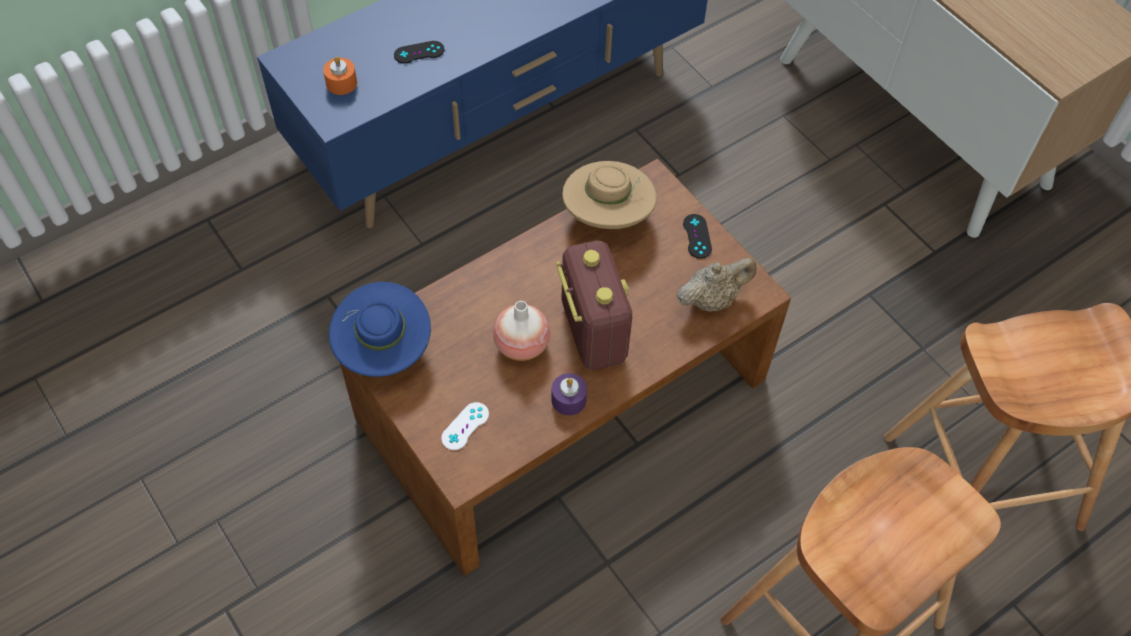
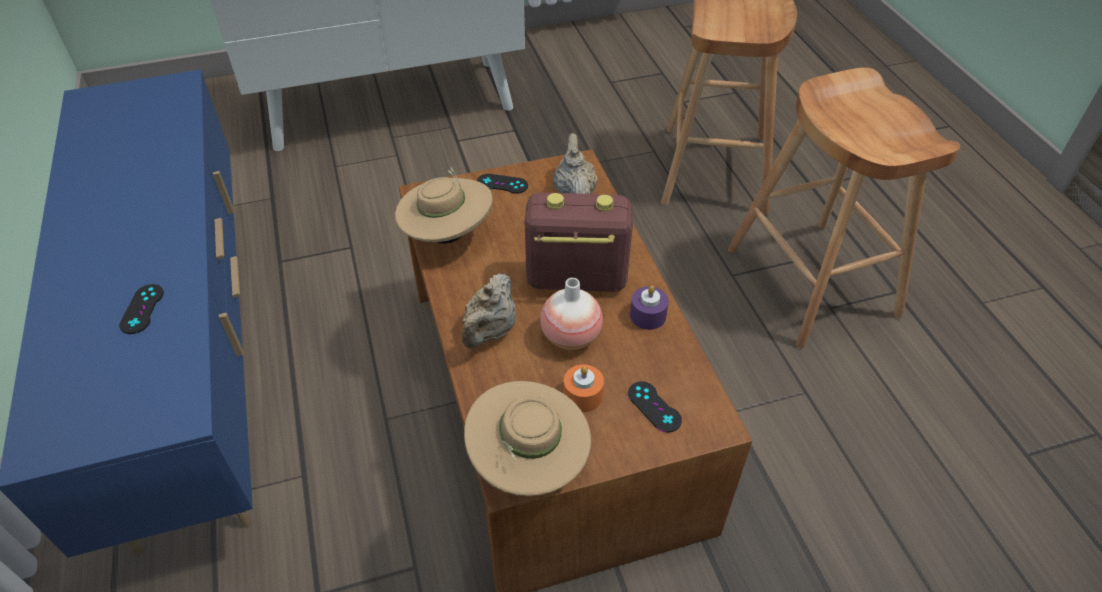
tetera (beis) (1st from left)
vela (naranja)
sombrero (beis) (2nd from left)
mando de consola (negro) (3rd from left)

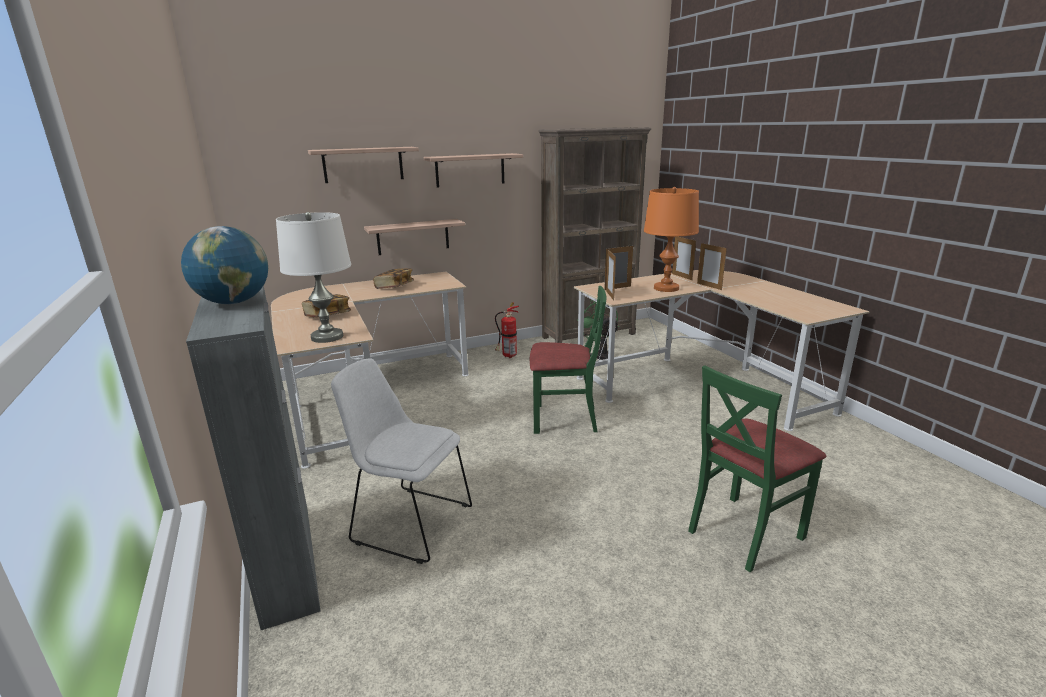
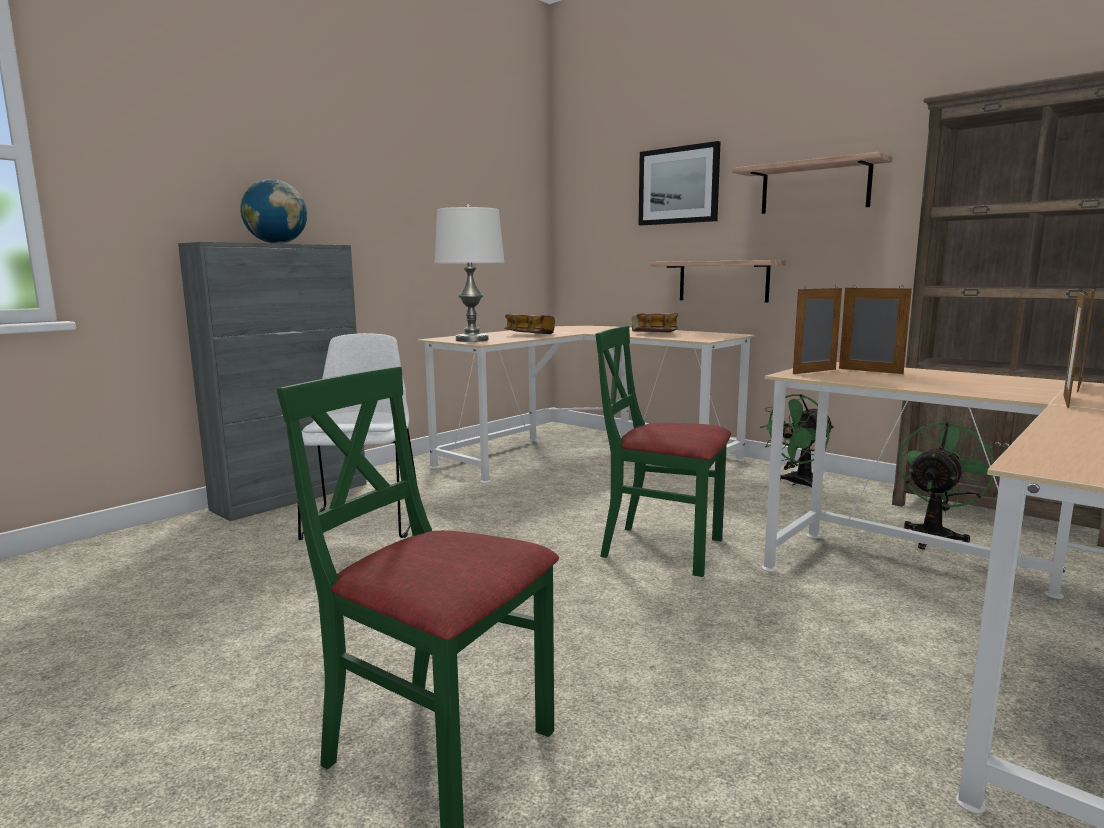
lámpara de mesa (naranja)
cuadro
ventilador (verde) (1st from left)
silla (verde) (2nd from left)

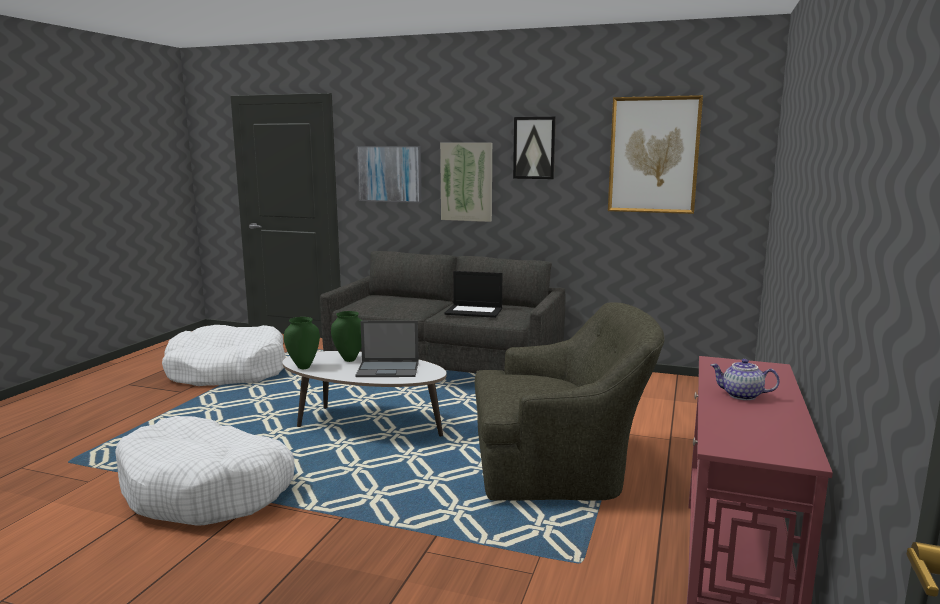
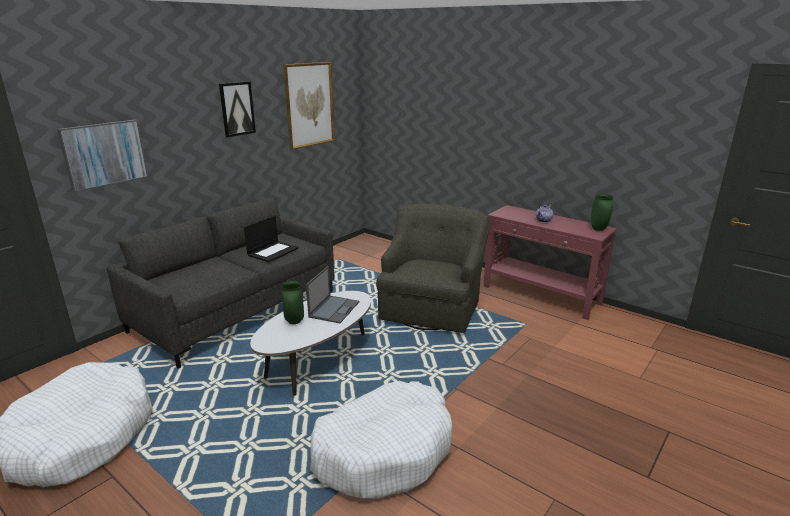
cuadro (2nd from left in the first image)
florero (verde) (2nd from left)

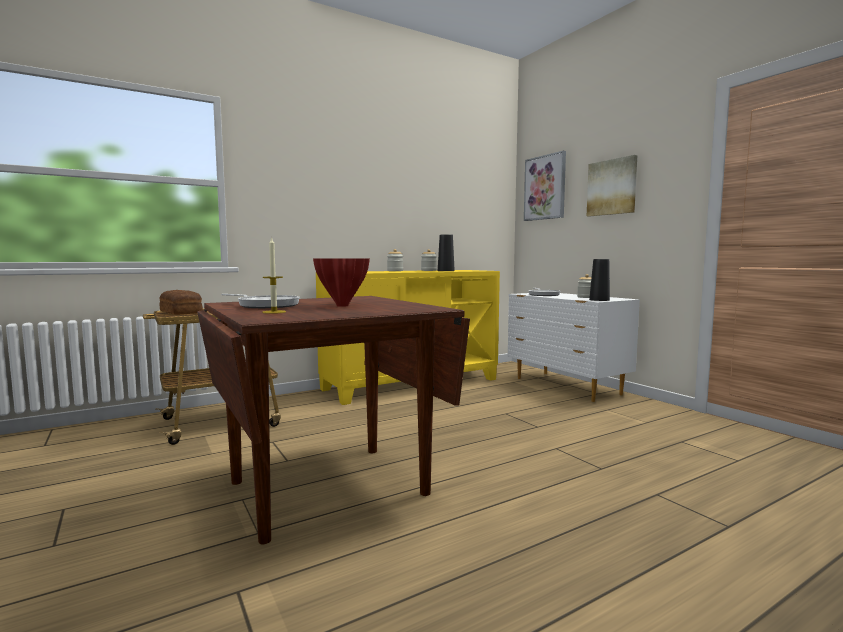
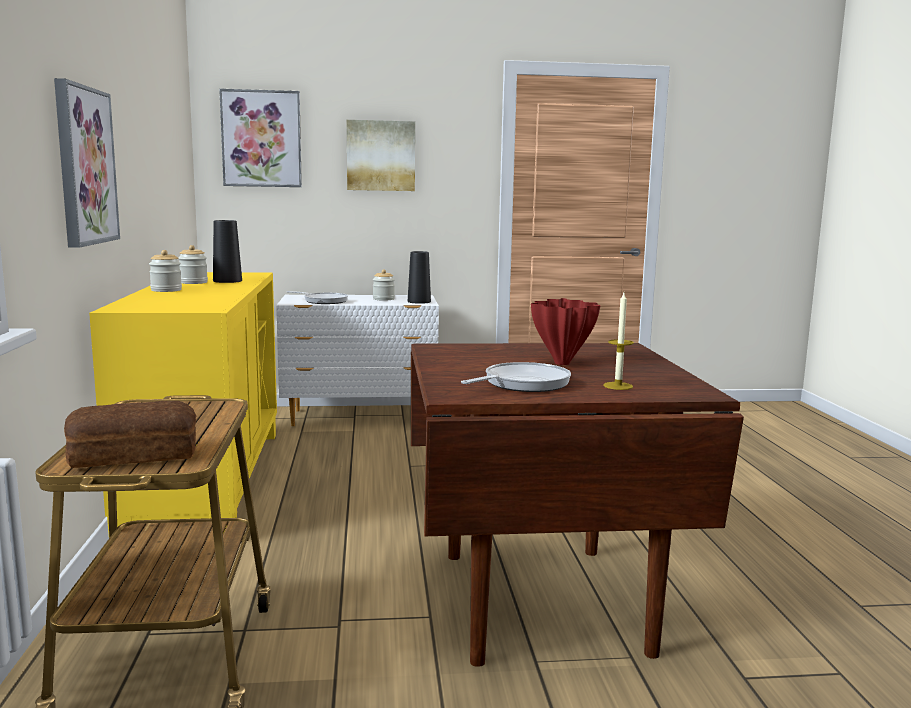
cuadro (1st from left)

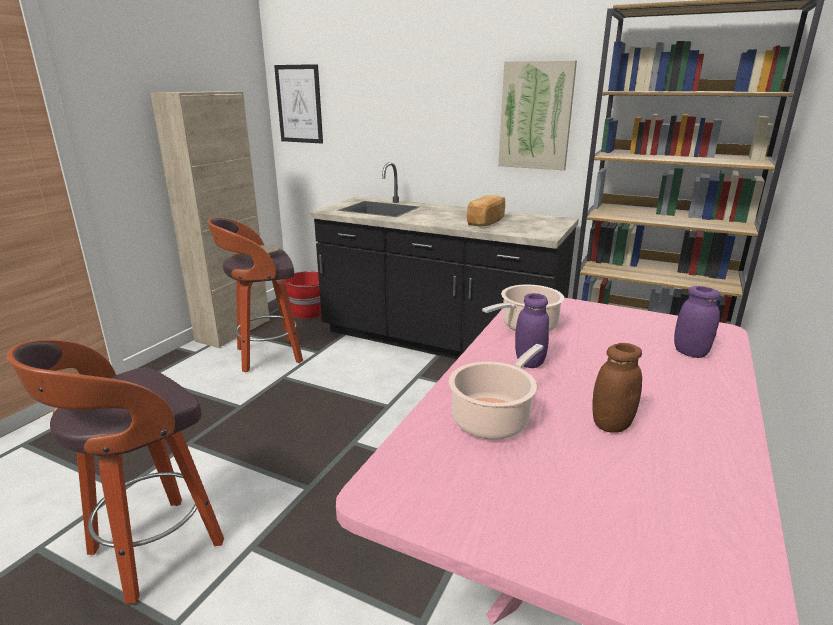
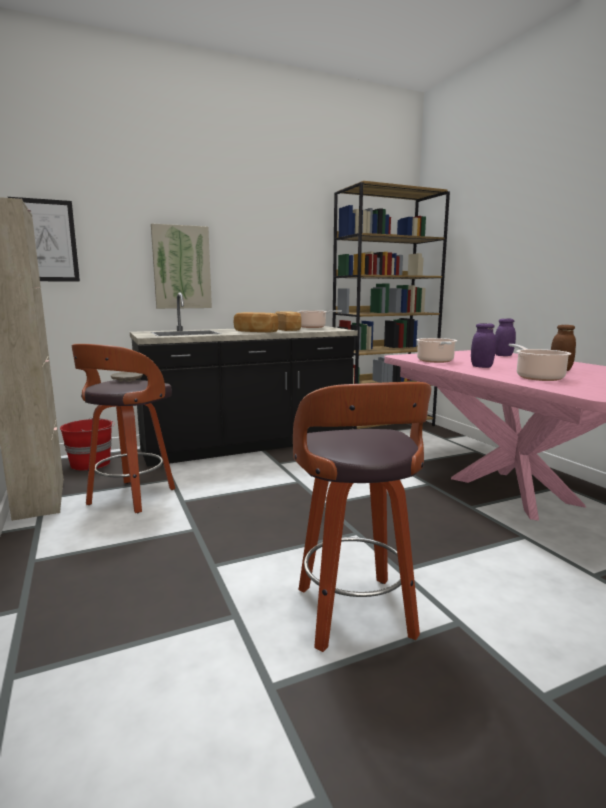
pan (1st from left)
olla (1st from left)
cuadro (2nd from left)

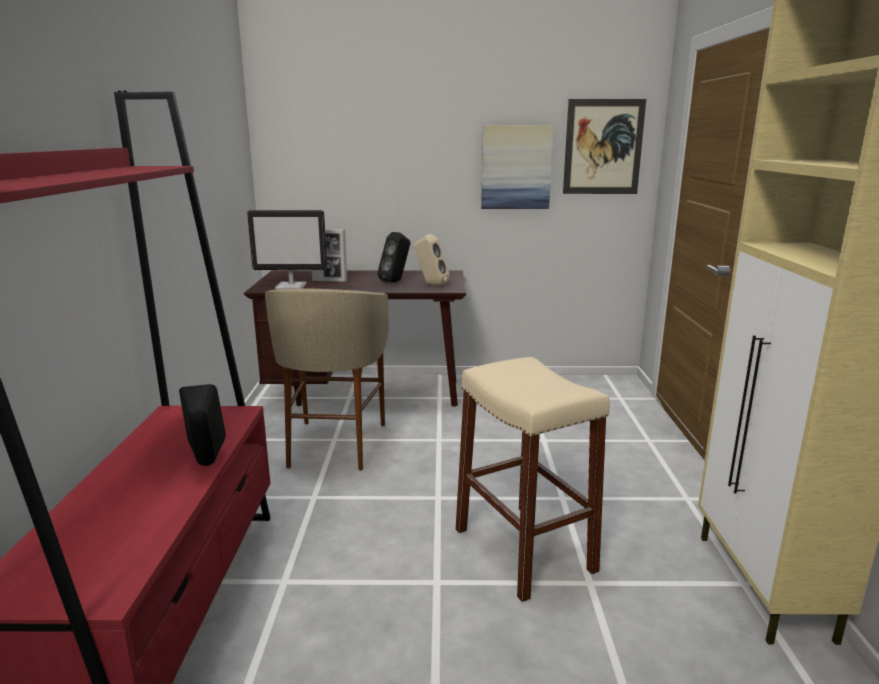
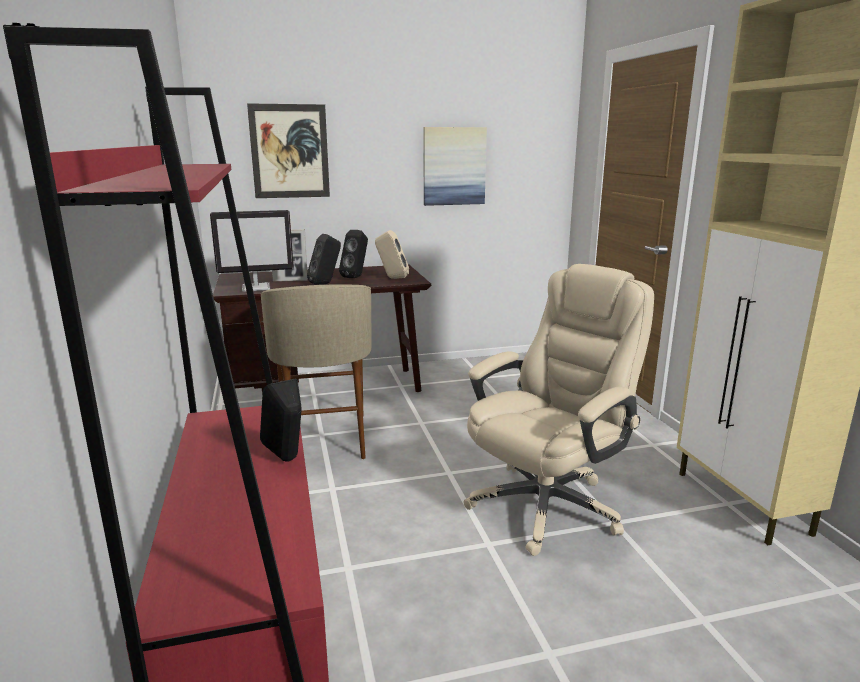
altavoz (negro) (2nd from left)
cuadro (1st from left)
silla de oficina (beis)

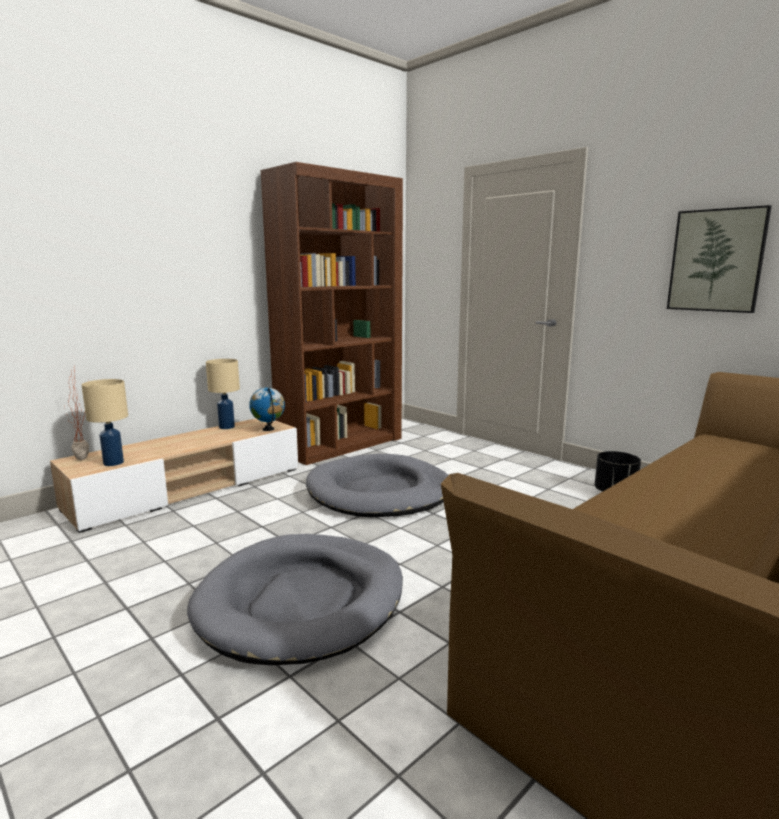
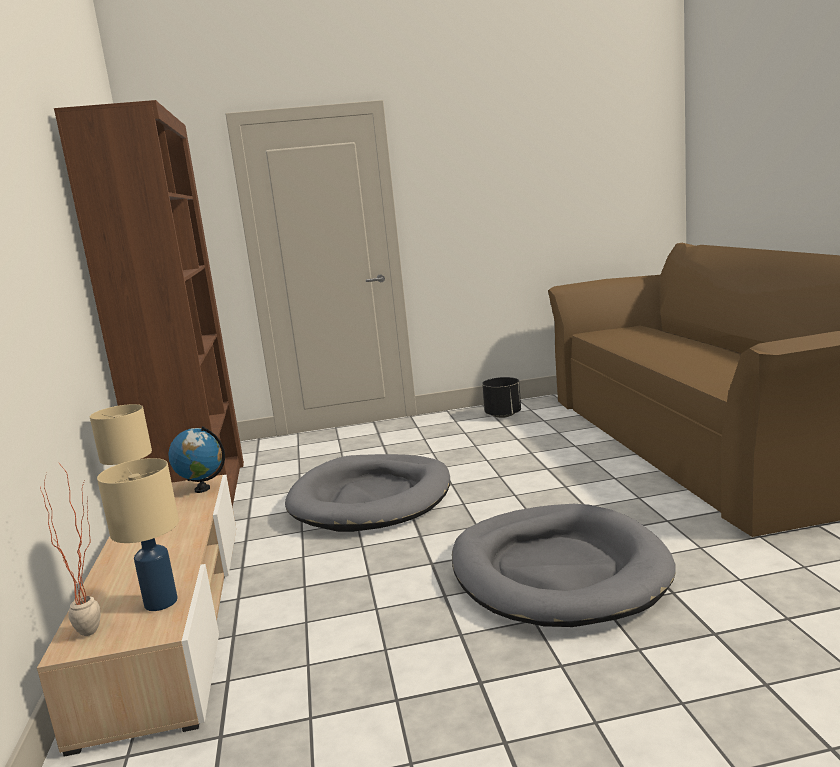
cuadro

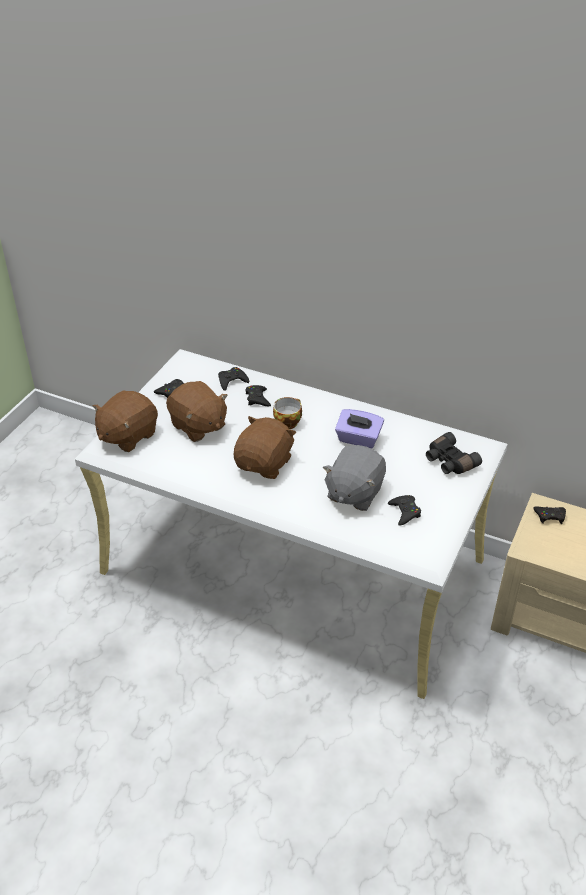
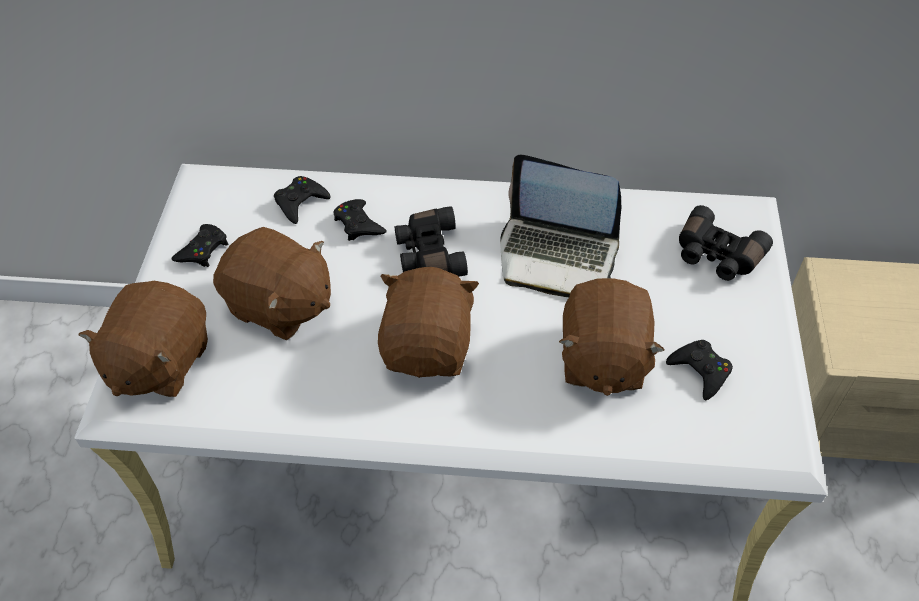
mando de consola (negro) (5th from left in the first image)
prismáticos (negro) (1st from left)
portátil
peluche (marrón) (4th from left)

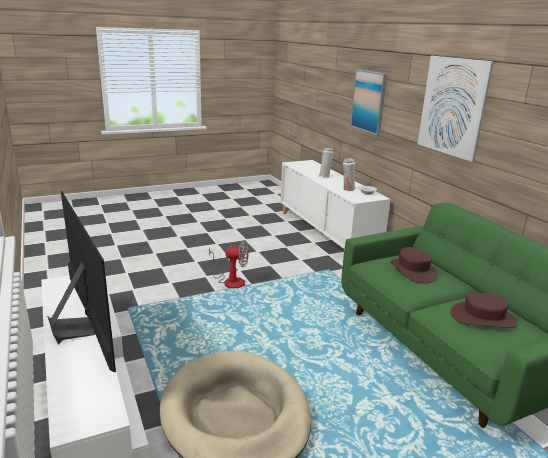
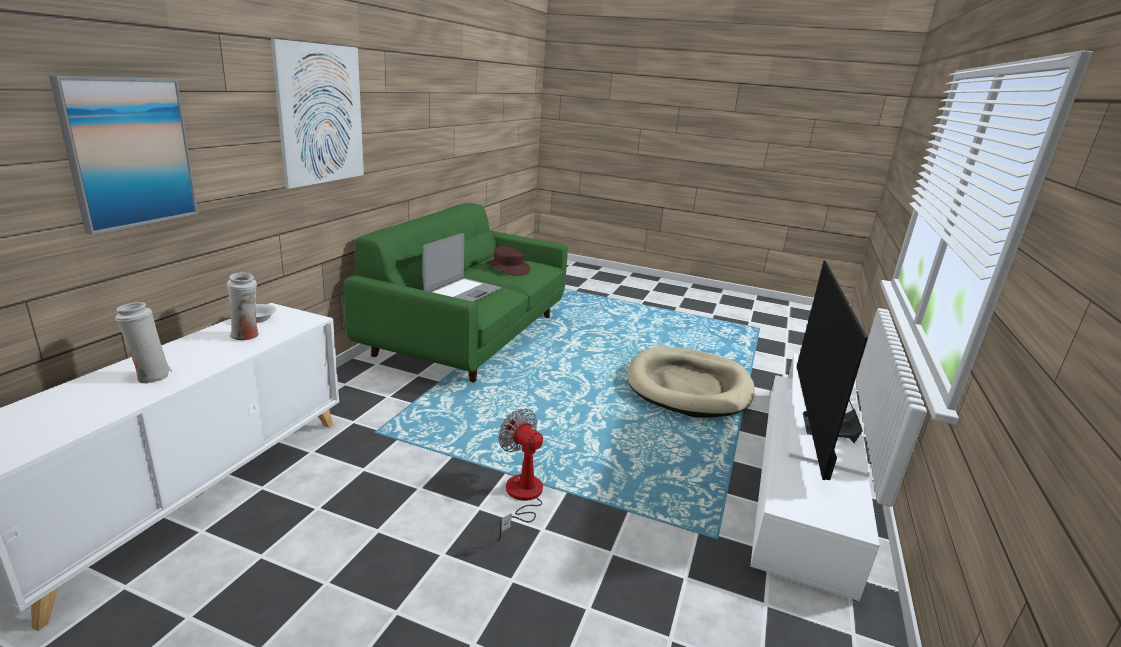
portátil

